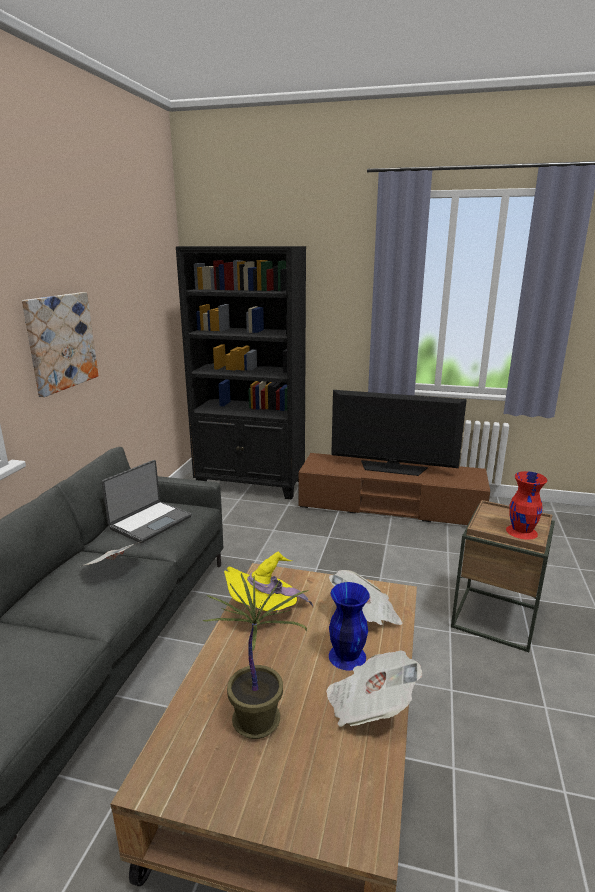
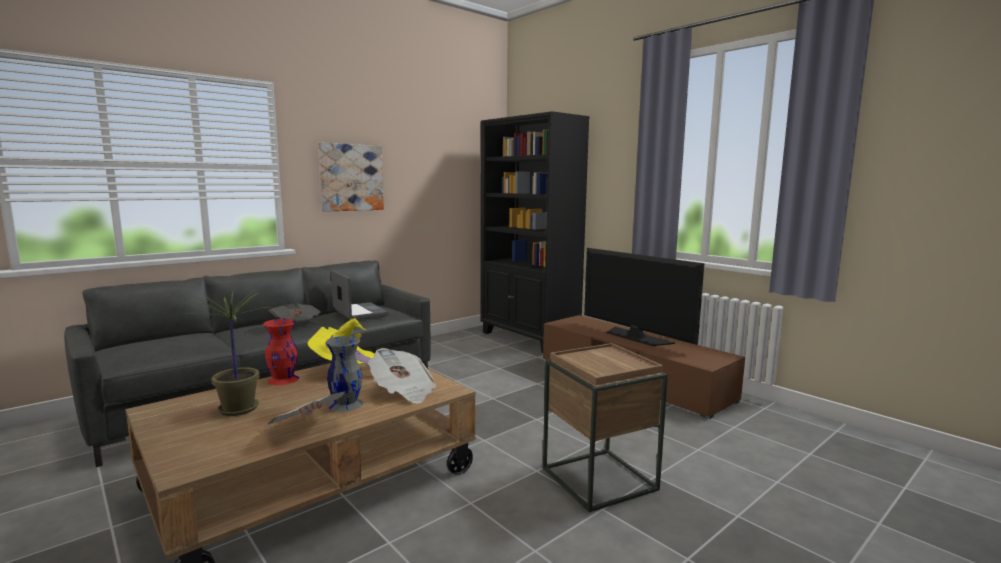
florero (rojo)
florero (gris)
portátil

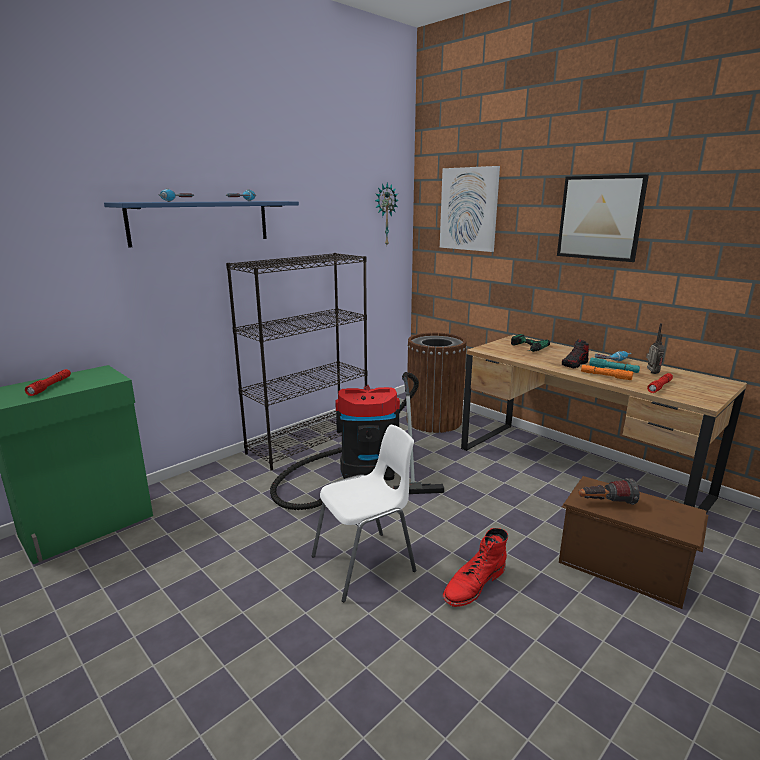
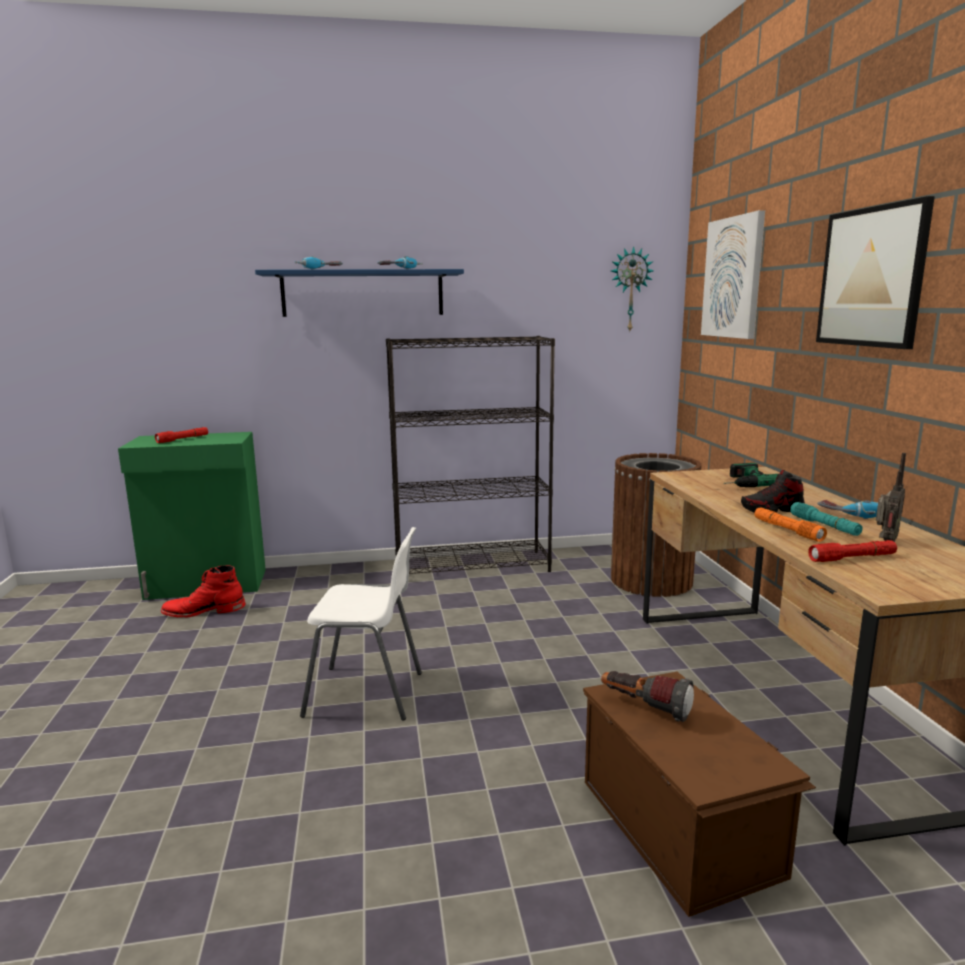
aspiradora
bota (rojo)

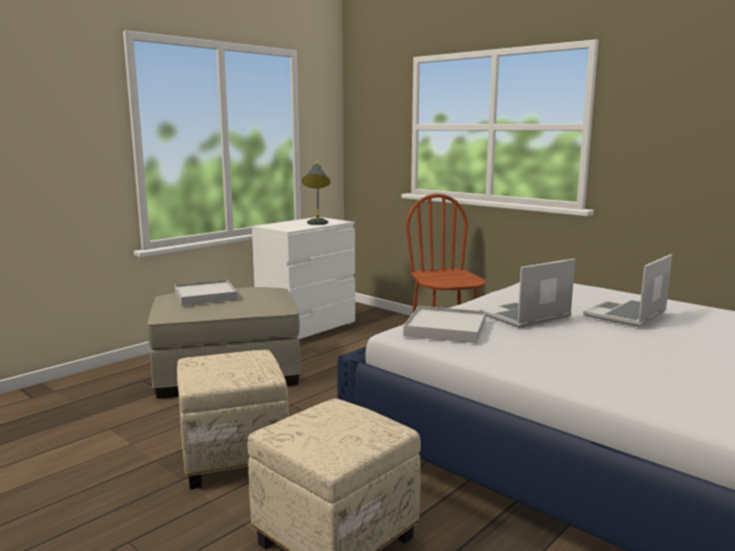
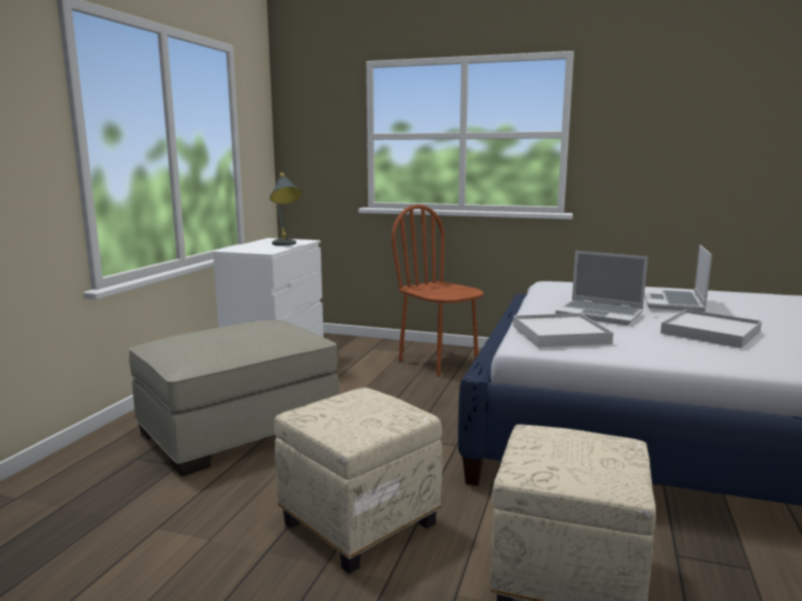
bandeja (blanco) (2nd from left)
portátil (1st from left)

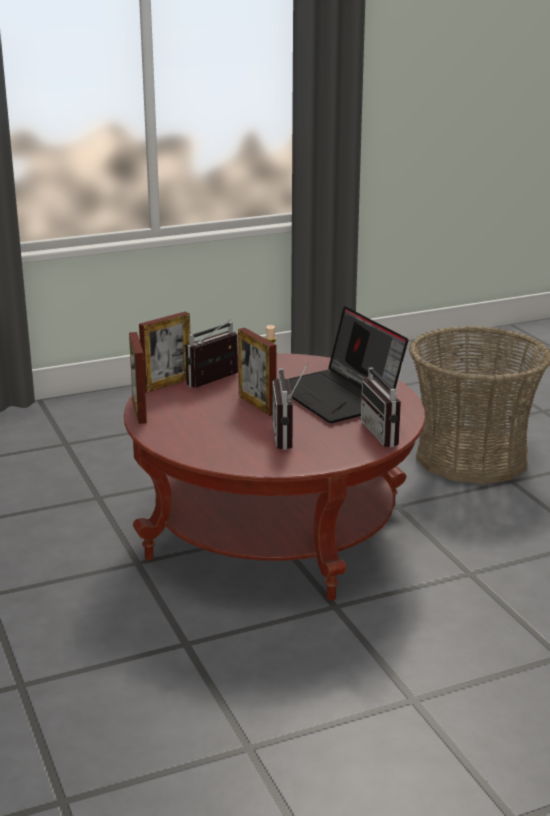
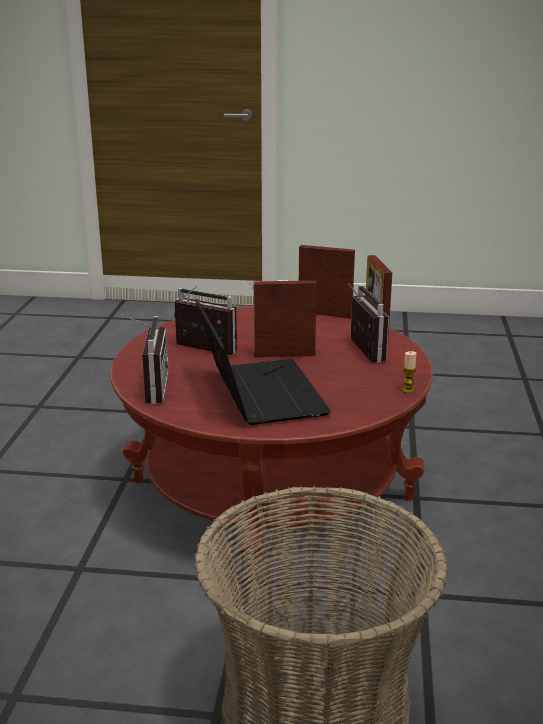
portátil
radio (1st from left)

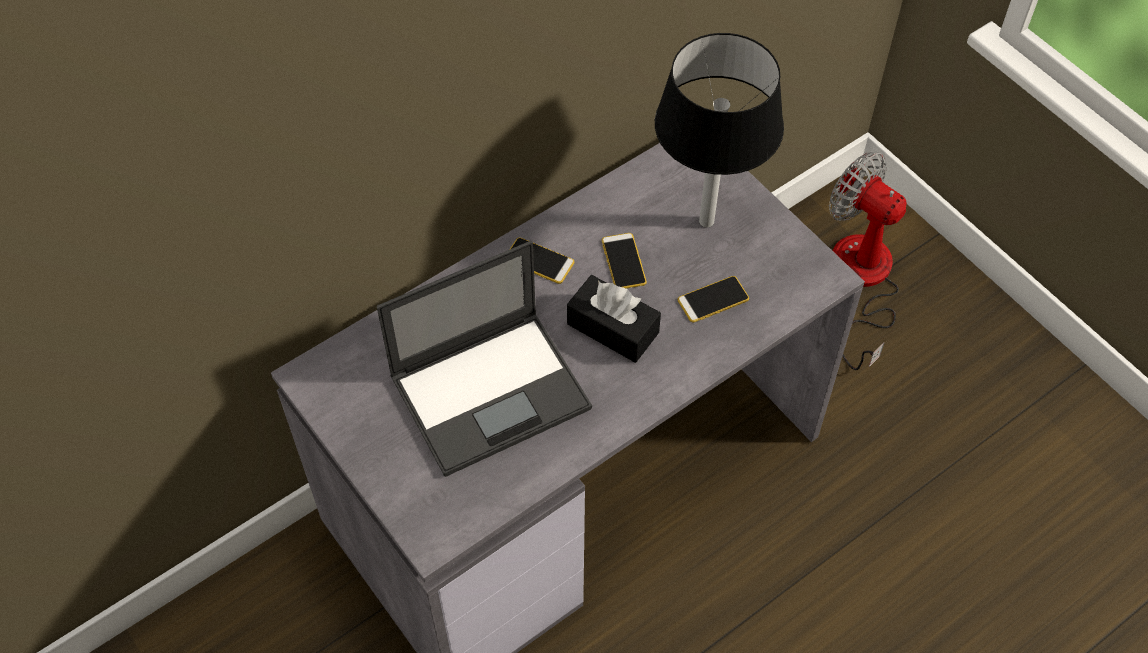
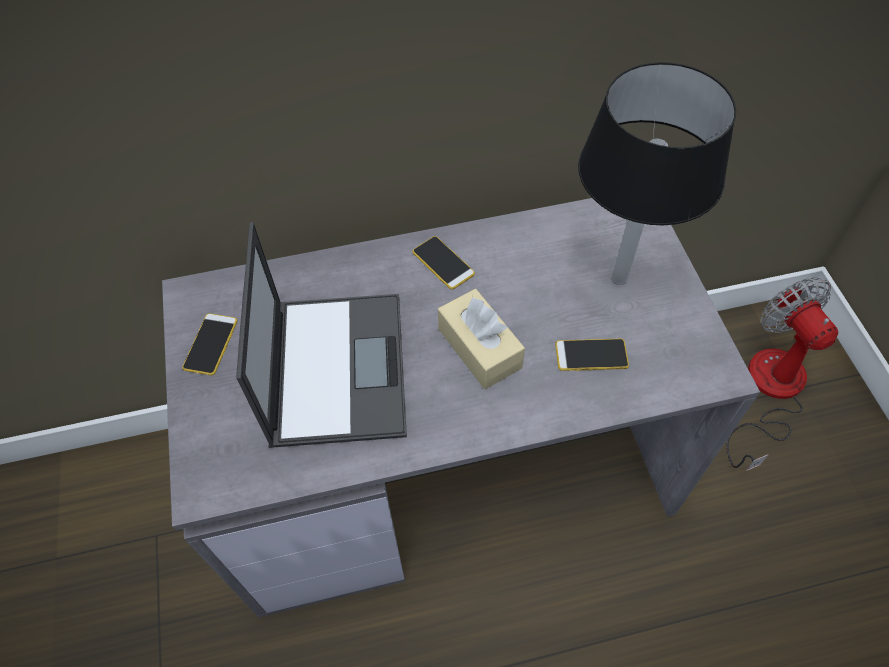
móvil (1st from left)
caja de pañuelos (beis)
portátil

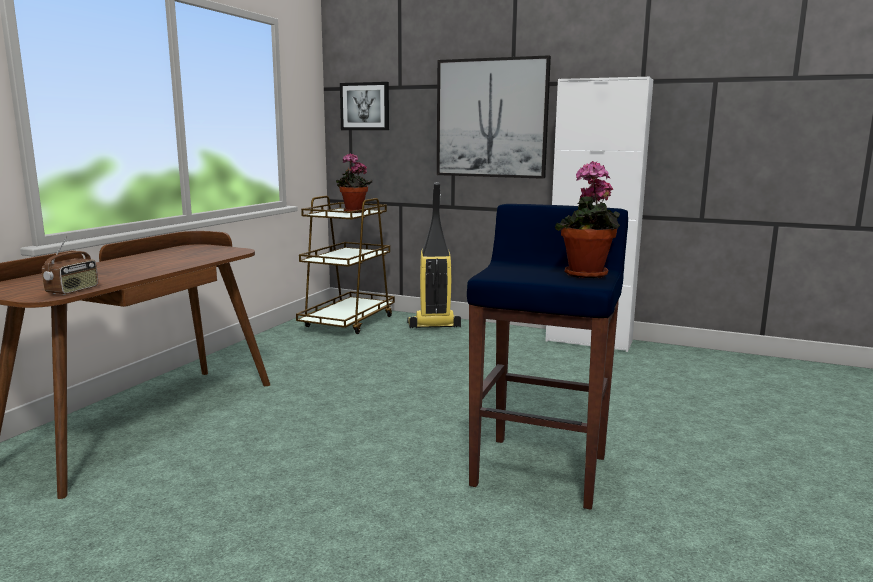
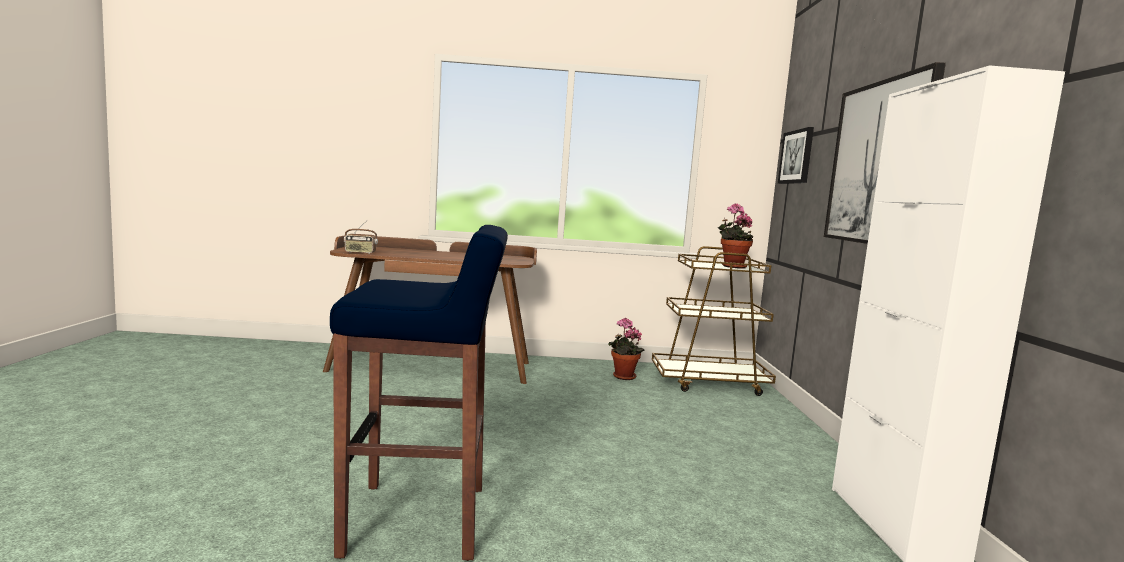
aspiradora
planta en maceta (1st from left)

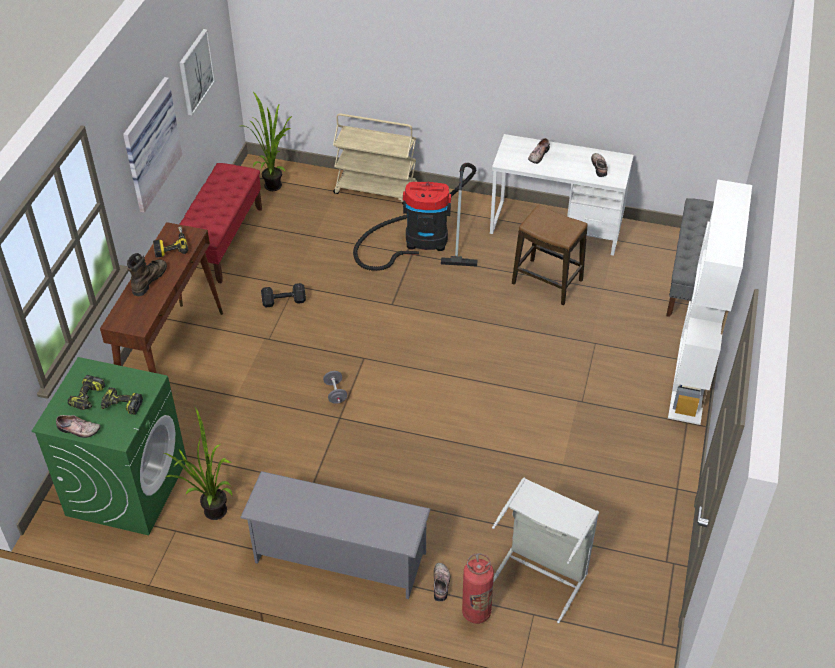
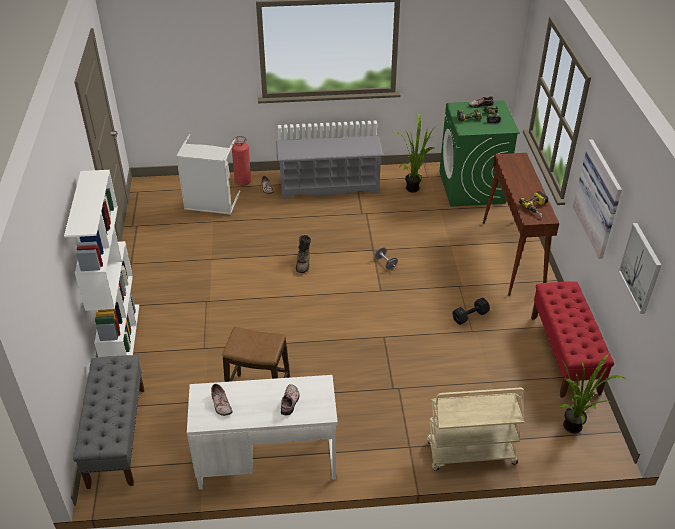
aspiradora
bota (marrón)

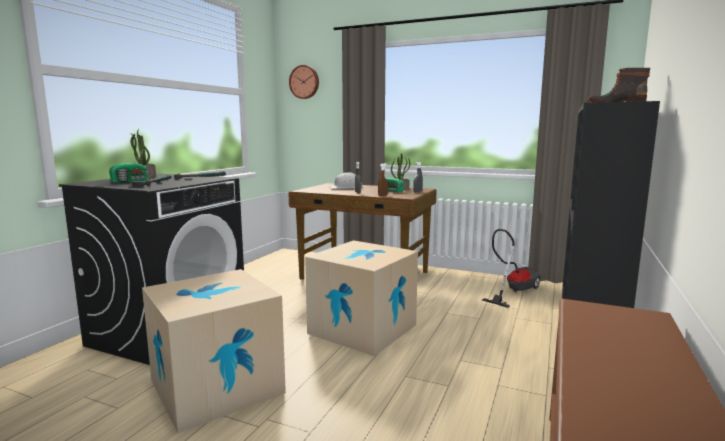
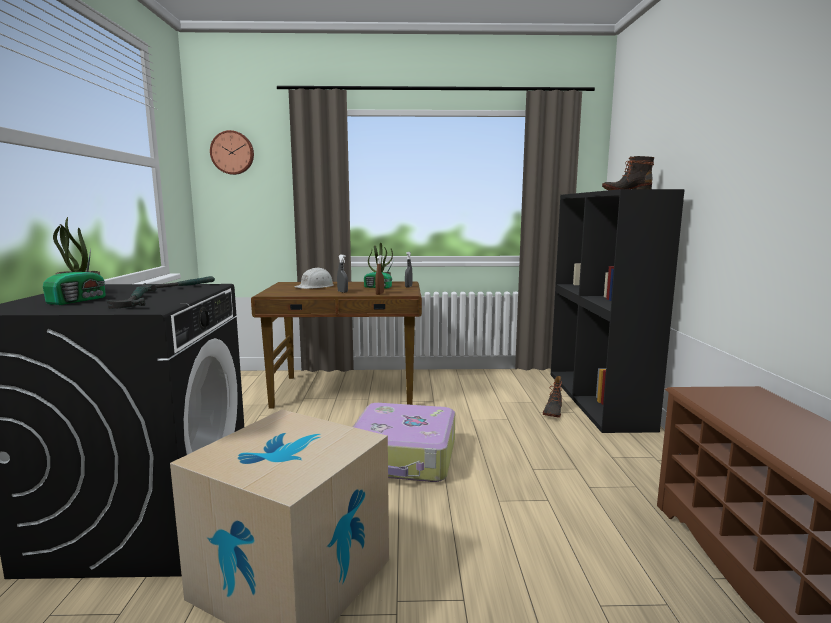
aspiradora
bota (1st from left)
maleta

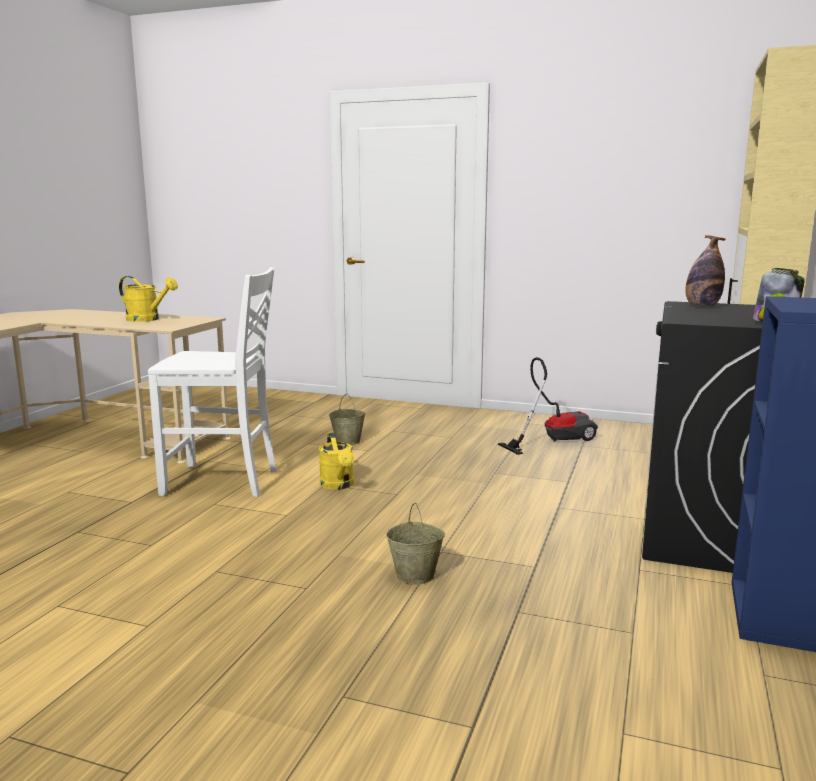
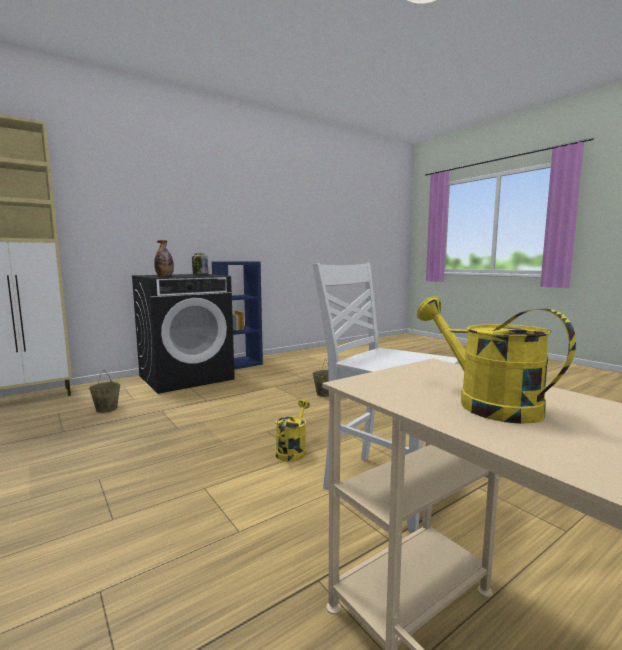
aspiradora
cubo (beis) (1st from left)

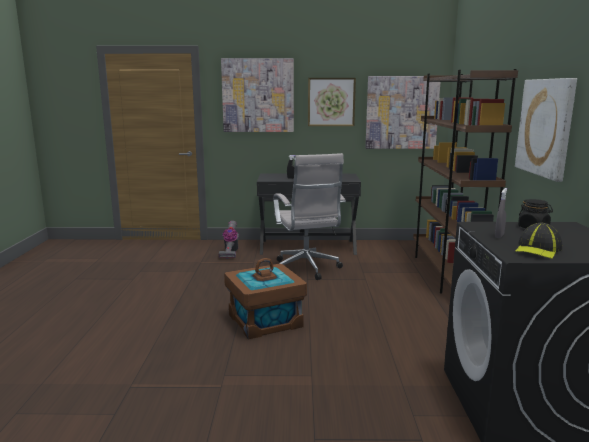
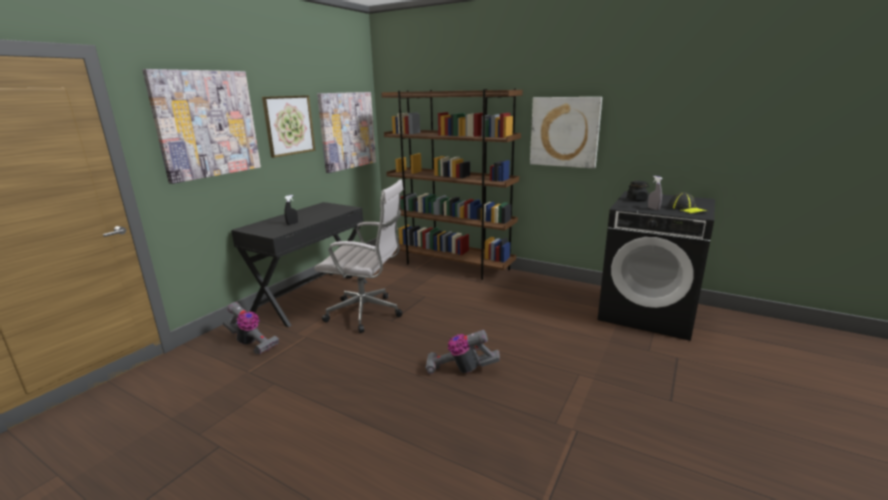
aspiradora (2nd from left)

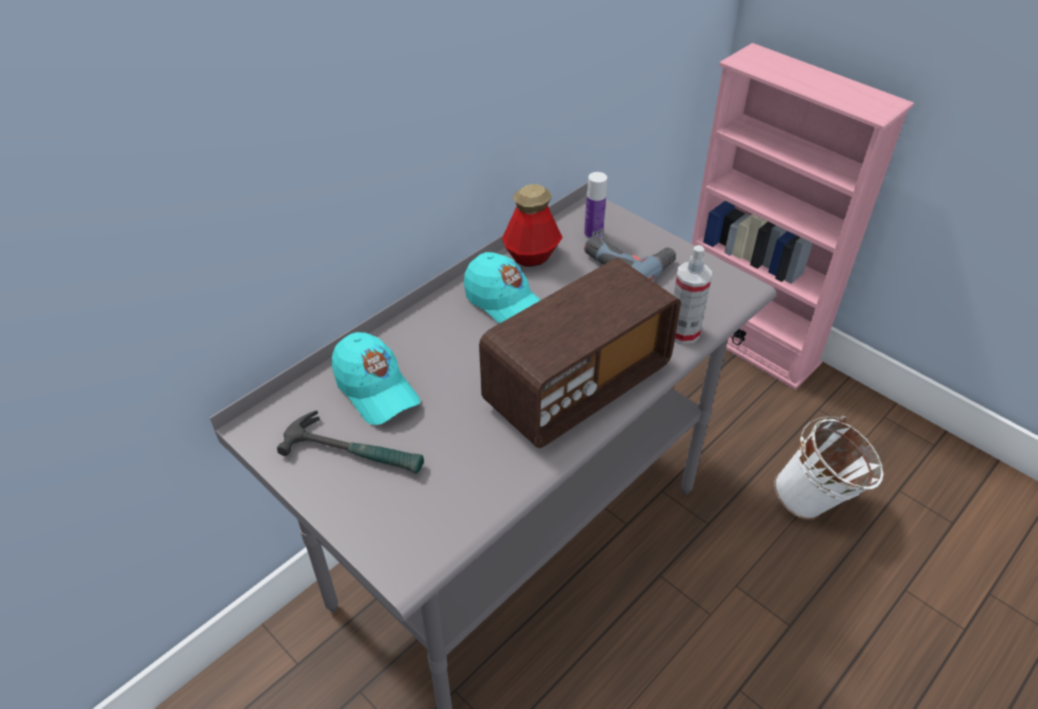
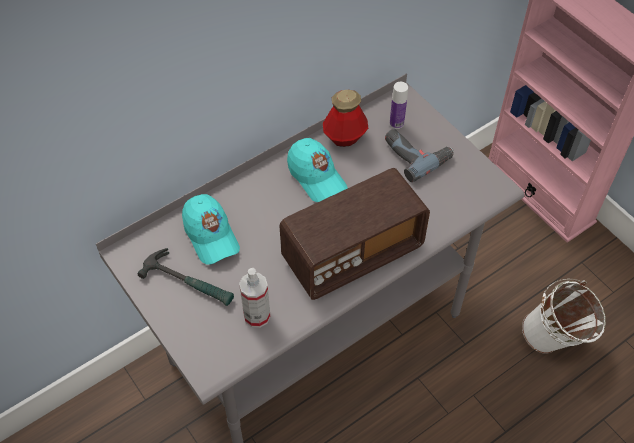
pulverizador

